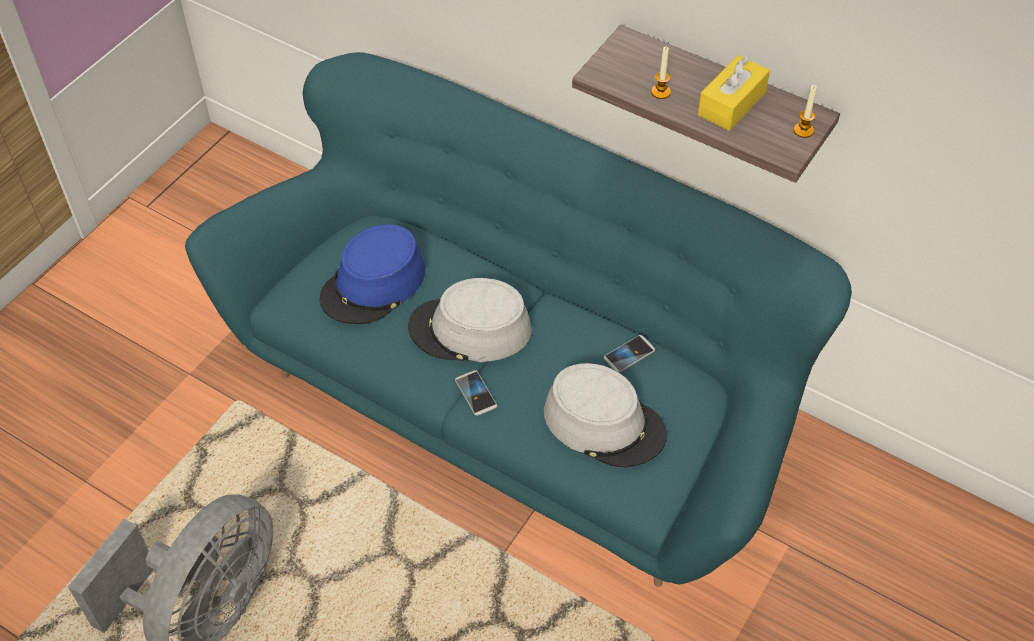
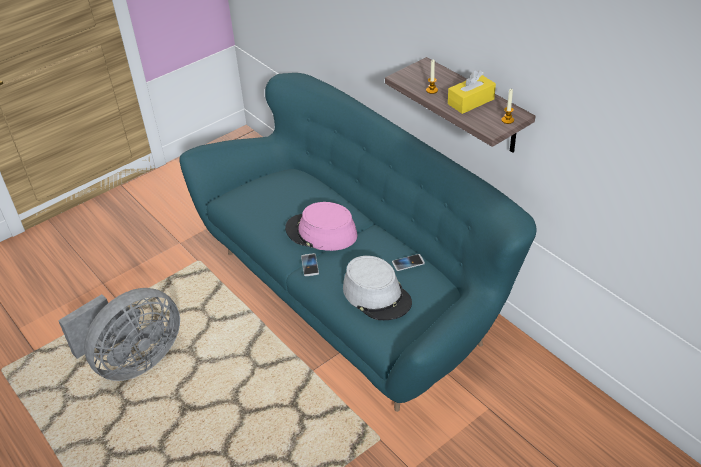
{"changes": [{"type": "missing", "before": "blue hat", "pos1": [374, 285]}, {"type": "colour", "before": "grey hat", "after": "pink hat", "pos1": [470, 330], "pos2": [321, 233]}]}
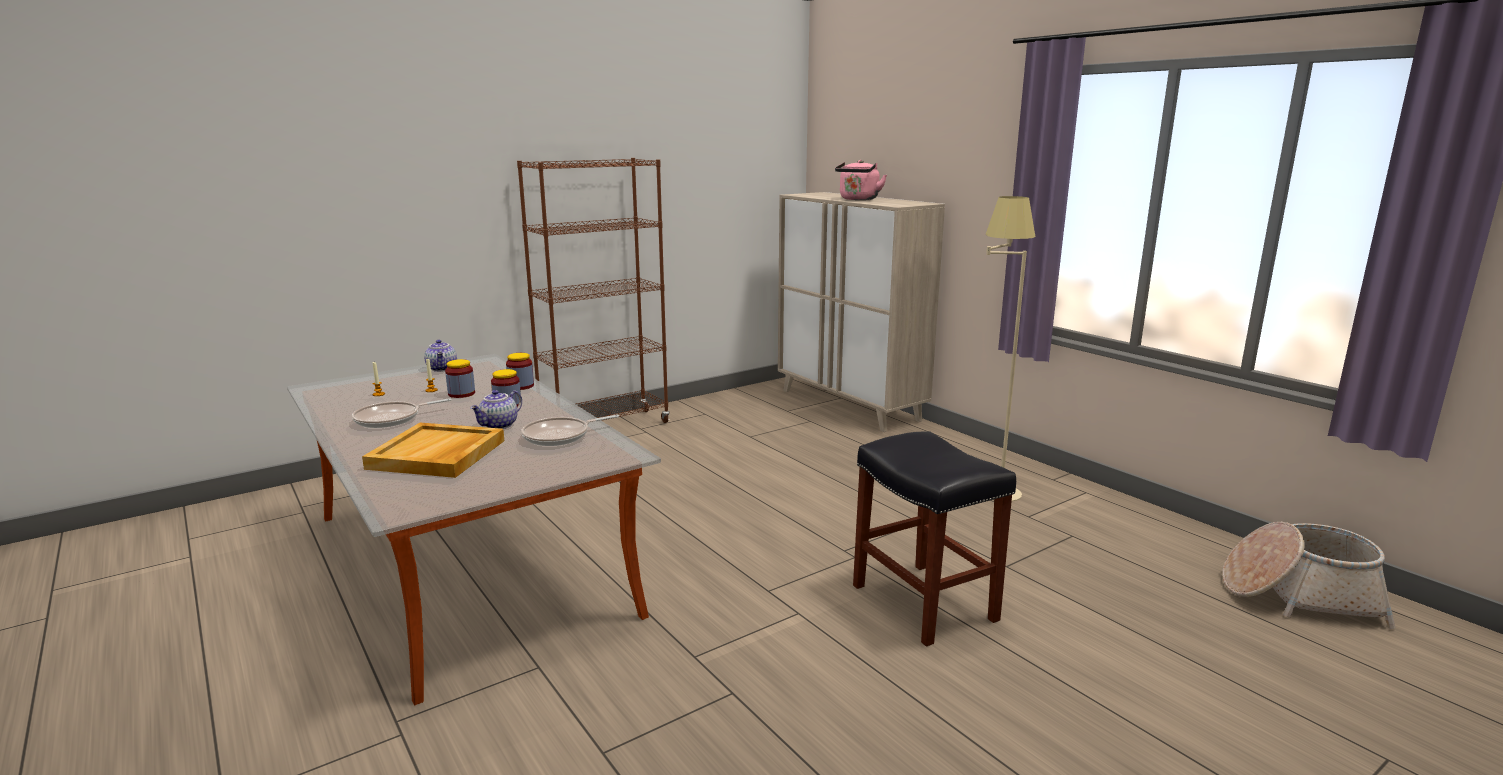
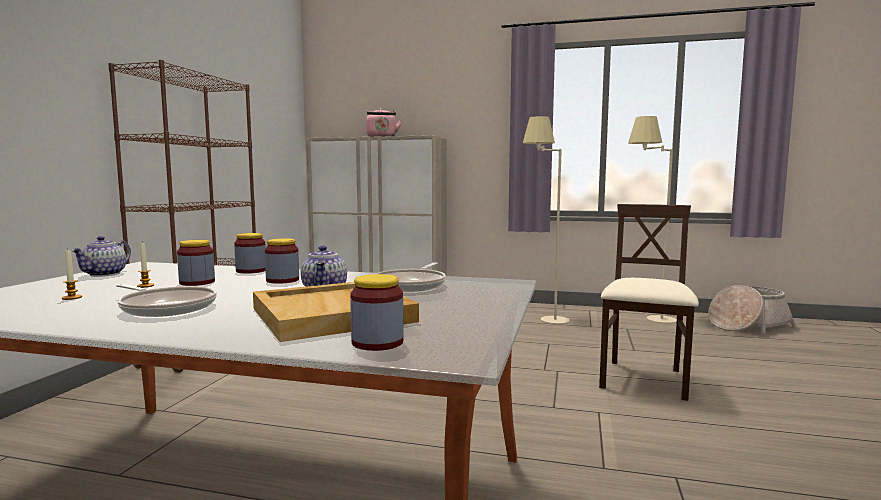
{"changes": [{"type": "spun", "before": "frying pan", "pos1": [391, 419], "pos2": [166, 307], "turn": -75}, {"type": "spun", "before": "teapot", "pos1": [443, 369], "pos2": [105, 274], "turn": 75}, {"type": "exchanged", "before": "black stool", "after": "beige chair", "pos1": [925, 603], "pos2": [643, 380]}, {"type": "appeared", "after": "jar", "pos2": [377, 342]}, {"type": "appeared", "after": "beige floor lamp", "pos2": [647, 318]}]}
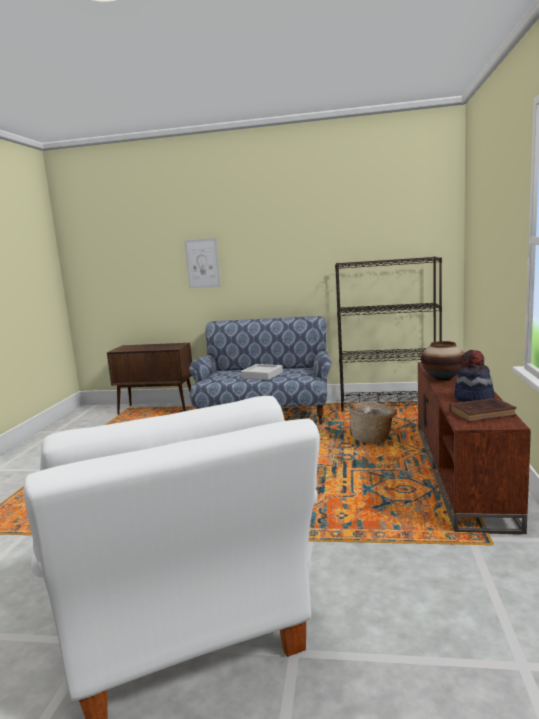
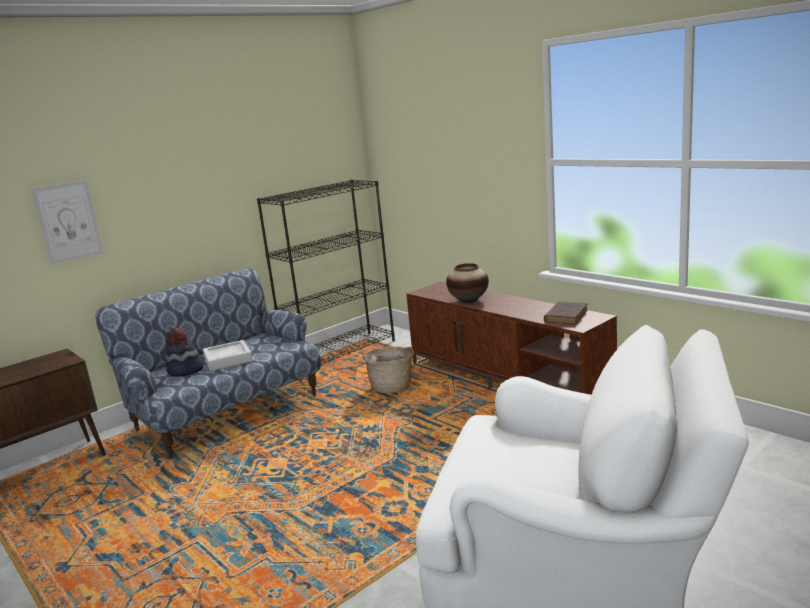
{"changes": [{"type": "relocated", "before": "hat", "pos1": [473, 399], "pos2": [185, 371]}]}
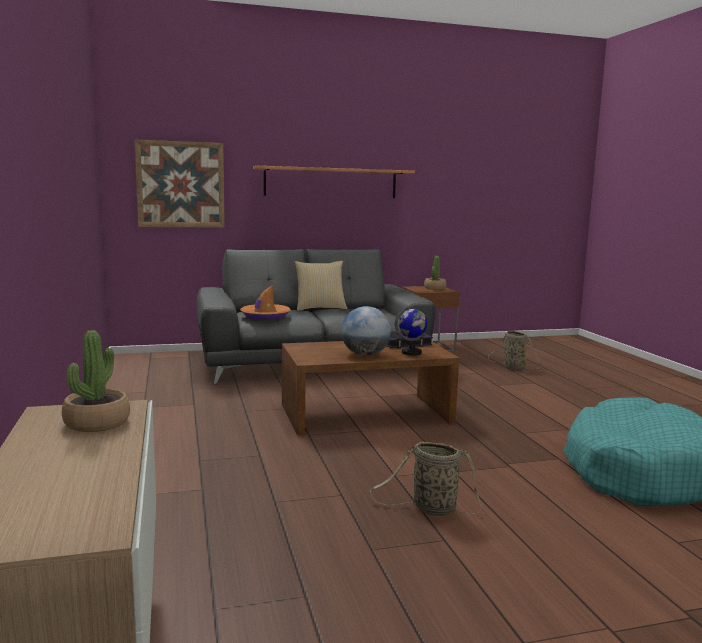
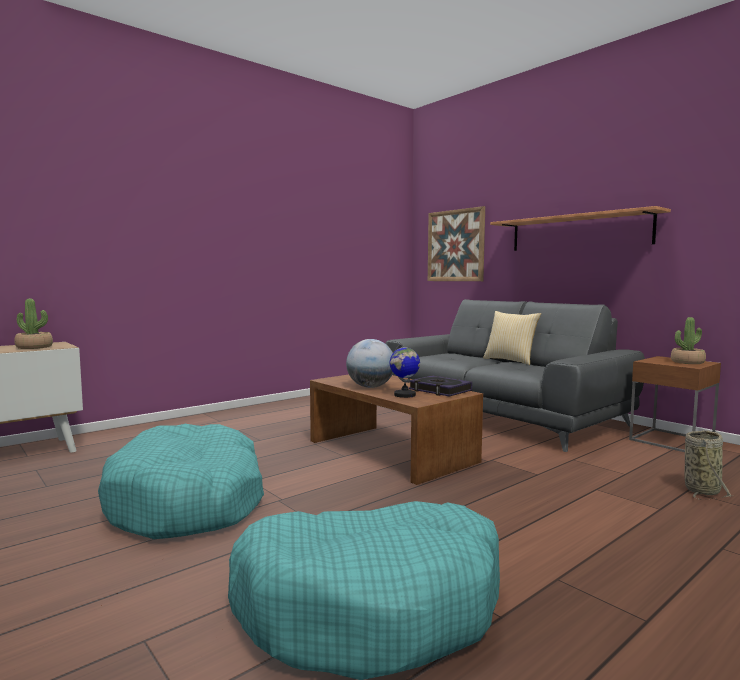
{"changes": [{"type": "missing", "before": "orange hat", "pos1": [265, 316]}, {"type": "exchanged", "before": "basket", "after": "turquoise dog bed", "pos1": [431, 509], "pos2": [188, 501]}]}
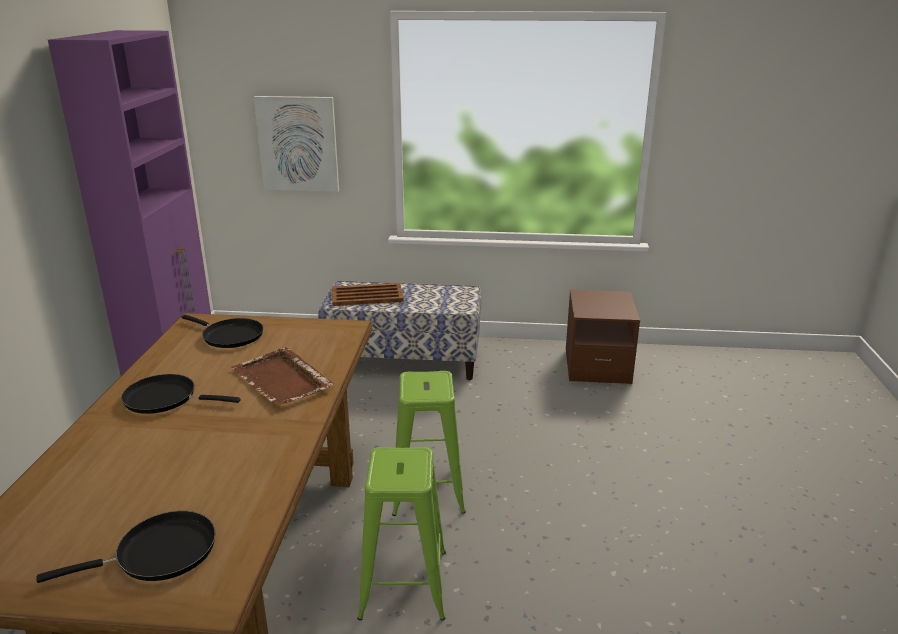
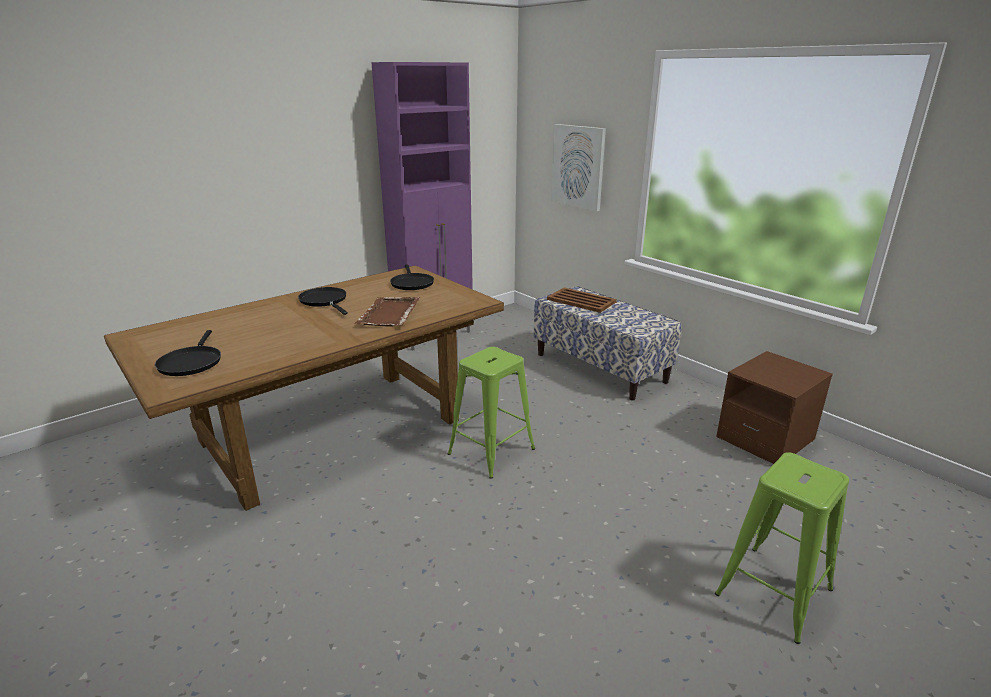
{"changes": [{"type": "spun", "before": "black frying pan", "pos1": [159, 553], "pos2": [191, 362], "turn": 60}, {"type": "relocated", "before": "green stool", "pos1": [404, 583], "pos2": [774, 591]}]}
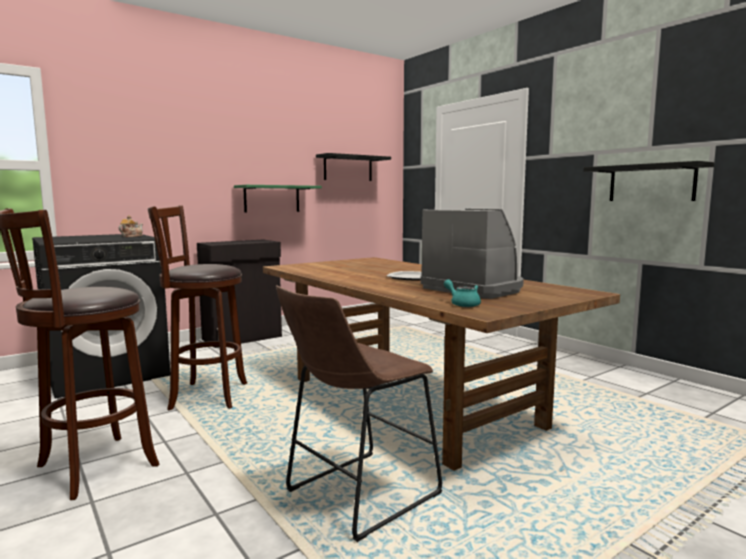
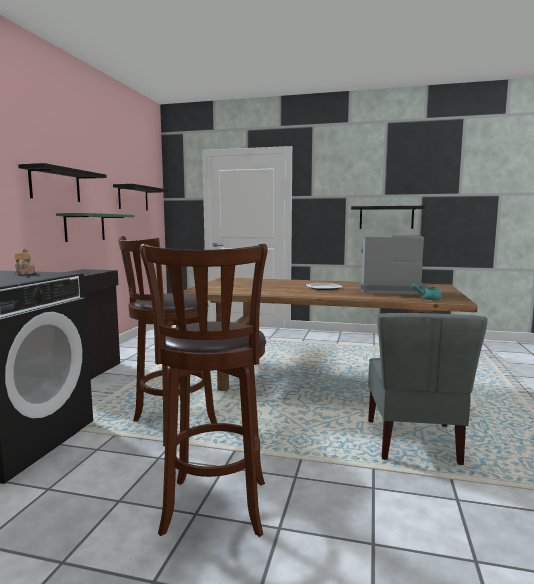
{"changes": [{"type": "exchanged", "before": "brown stool", "after": "grey chair", "pos1": [356, 496], "pos2": [413, 442]}, {"type": "appeared", "after": "black shelf", "pos2": [55, 185]}]}
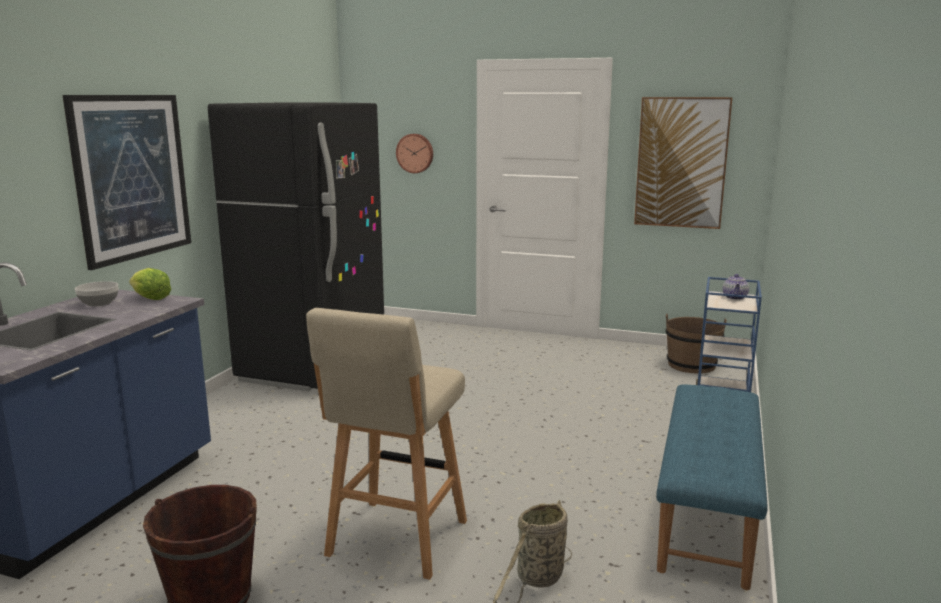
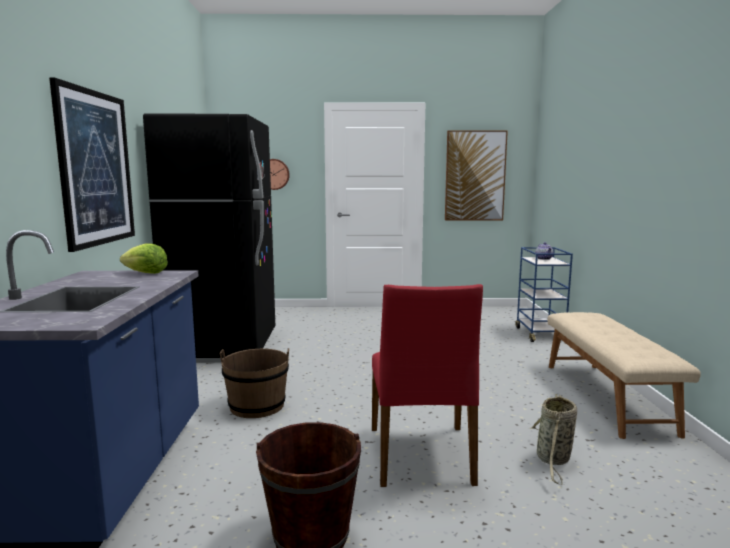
{"changes": [{"type": "missing", "before": "bowl", "pos1": [99, 303]}, {"type": "exchanged", "before": "beige stool", "after": "red chair", "pos1": [395, 541], "pos2": [421, 455]}, {"type": "colour", "before": "blue bench", "after": "beige bench", "pos1": [708, 512], "pos2": [607, 396]}, {"type": "relocated", "before": "brown bucket", "pos1": [691, 365], "pos2": [257, 406]}]}
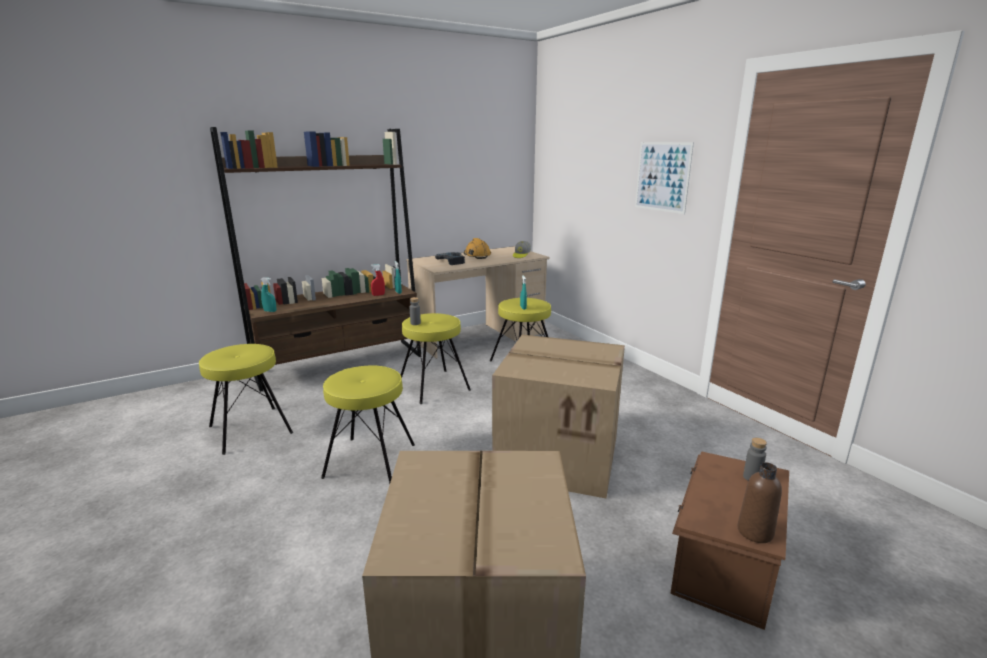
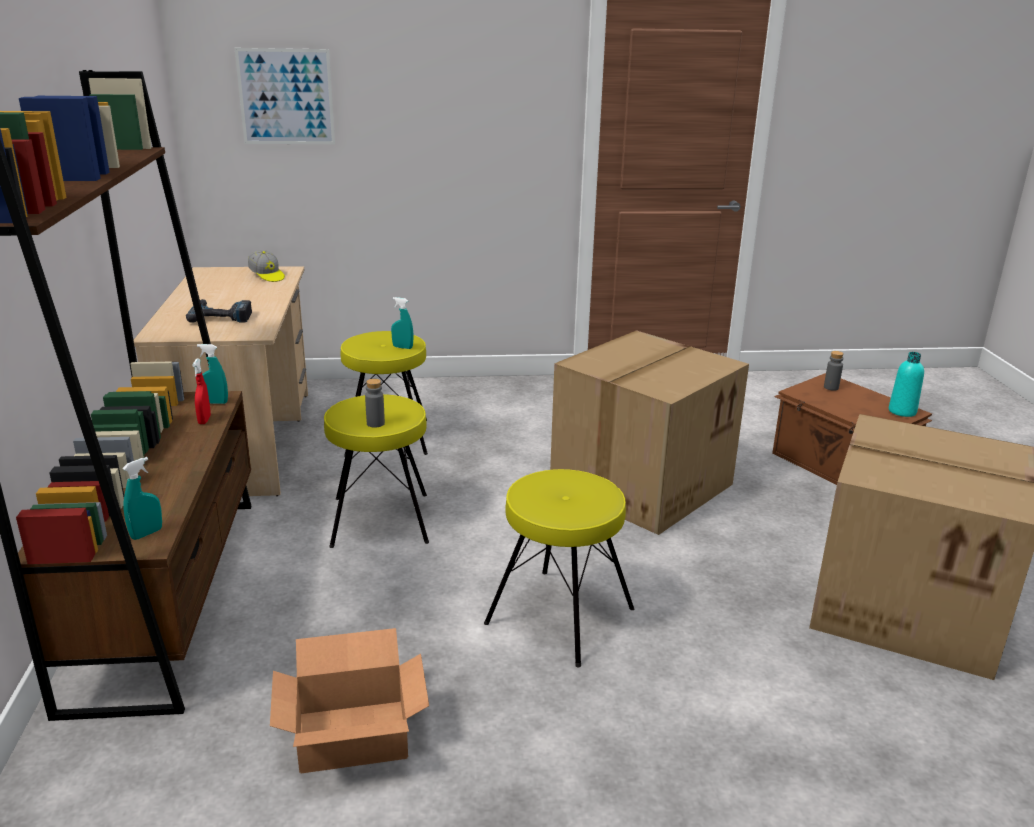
{"changes": [{"type": "exchanged", "before": "yellow stool", "after": "cardboard box", "pos1": [251, 429], "pos2": [351, 734]}, {"type": "missing", "before": "orange hard hat", "pos1": [477, 255]}, {"type": "relocated", "before": "picture", "pos1": [662, 177], "pos2": [286, 97]}, {"type": "colour", "before": "brown bottle", "after": "turquoise bottle", "pos1": [755, 532], "pos2": [902, 411]}]}
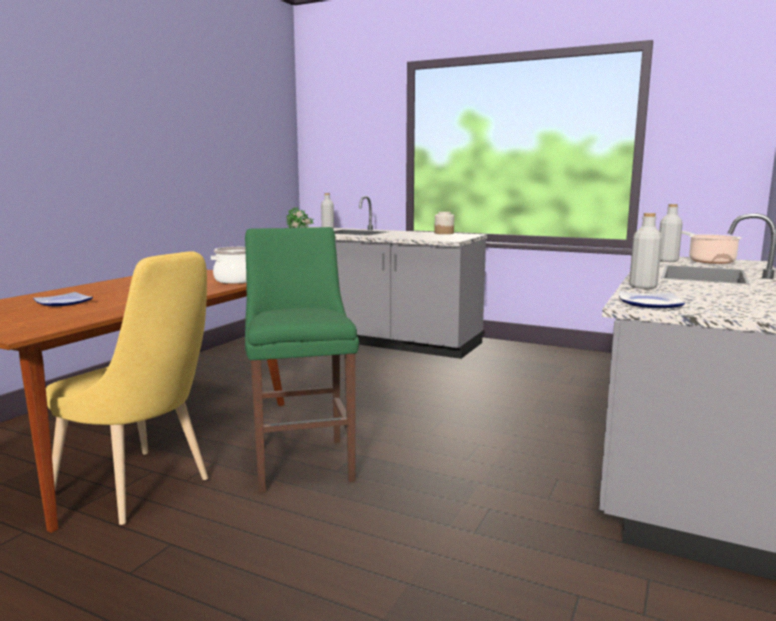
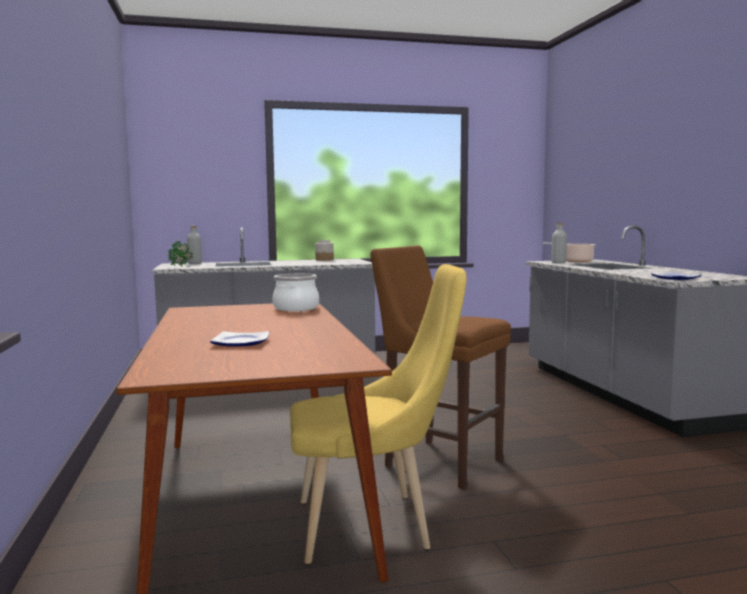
{"changes": [{"type": "colour", "before": "green stool", "after": "brown stool", "pos1": [303, 461], "pos2": [439, 461]}, {"type": "missing", "before": "grey bottle", "pos1": [643, 287]}]}
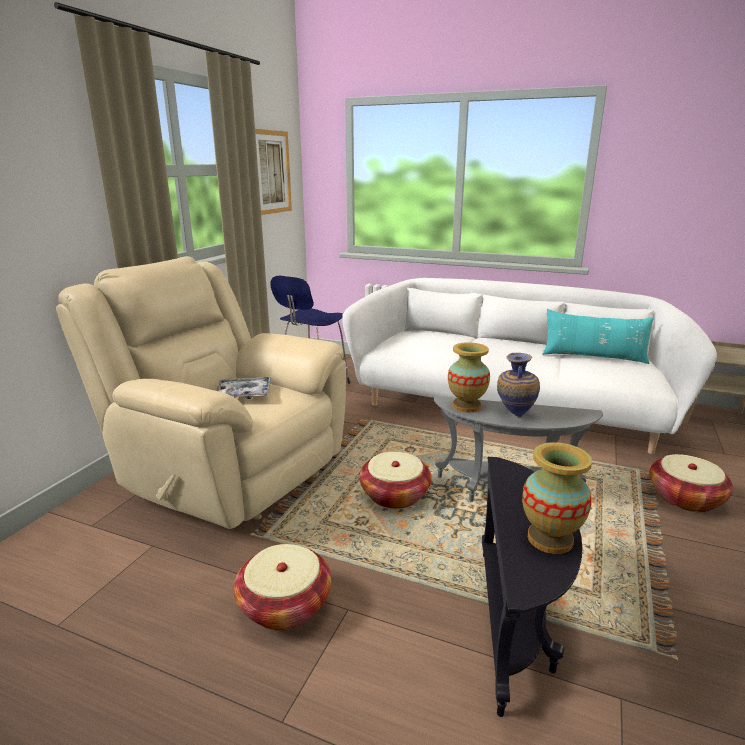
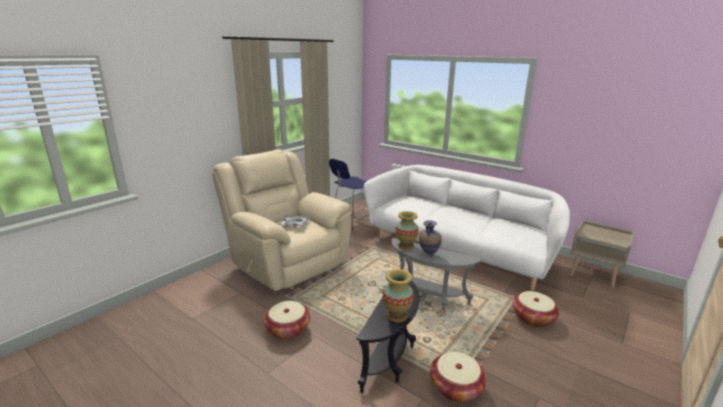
{"changes": [{"type": "missing", "before": "picture", "pos1": [271, 172]}, {"type": "relocated", "before": "basket", "pos1": [395, 495], "pos2": [456, 387]}, {"type": "missing", "before": "turquoise pillow", "pos1": [593, 357]}]}
